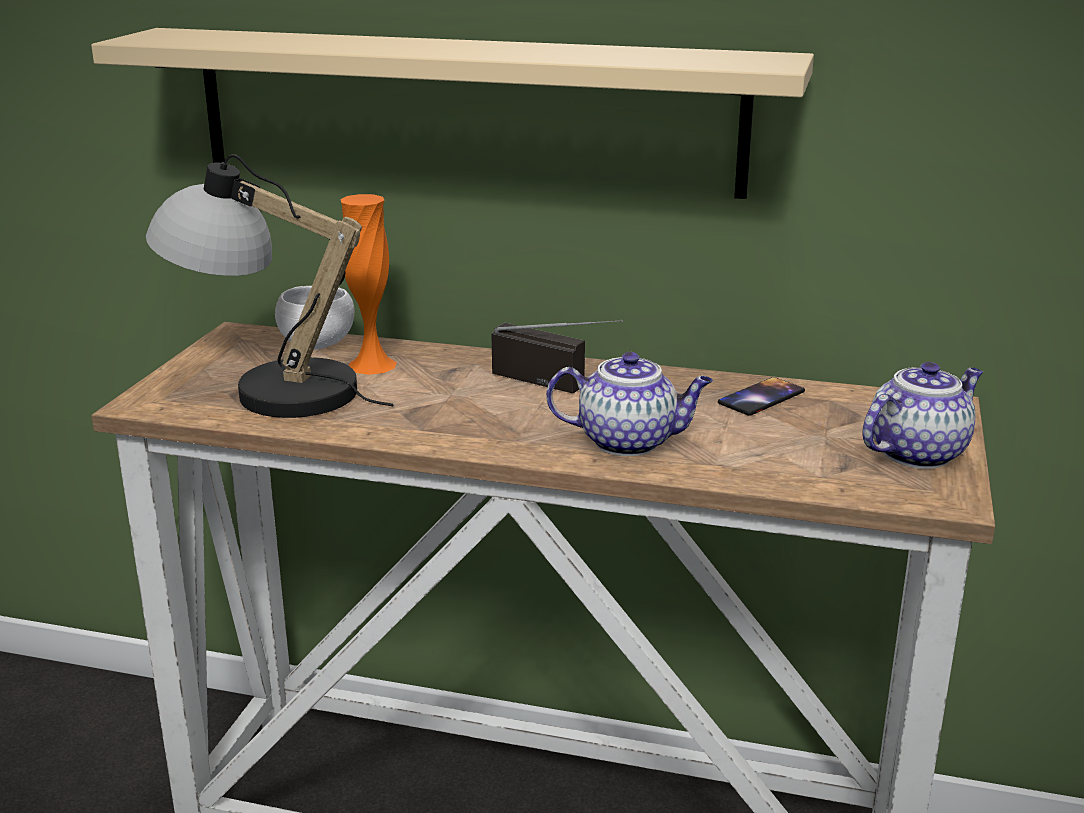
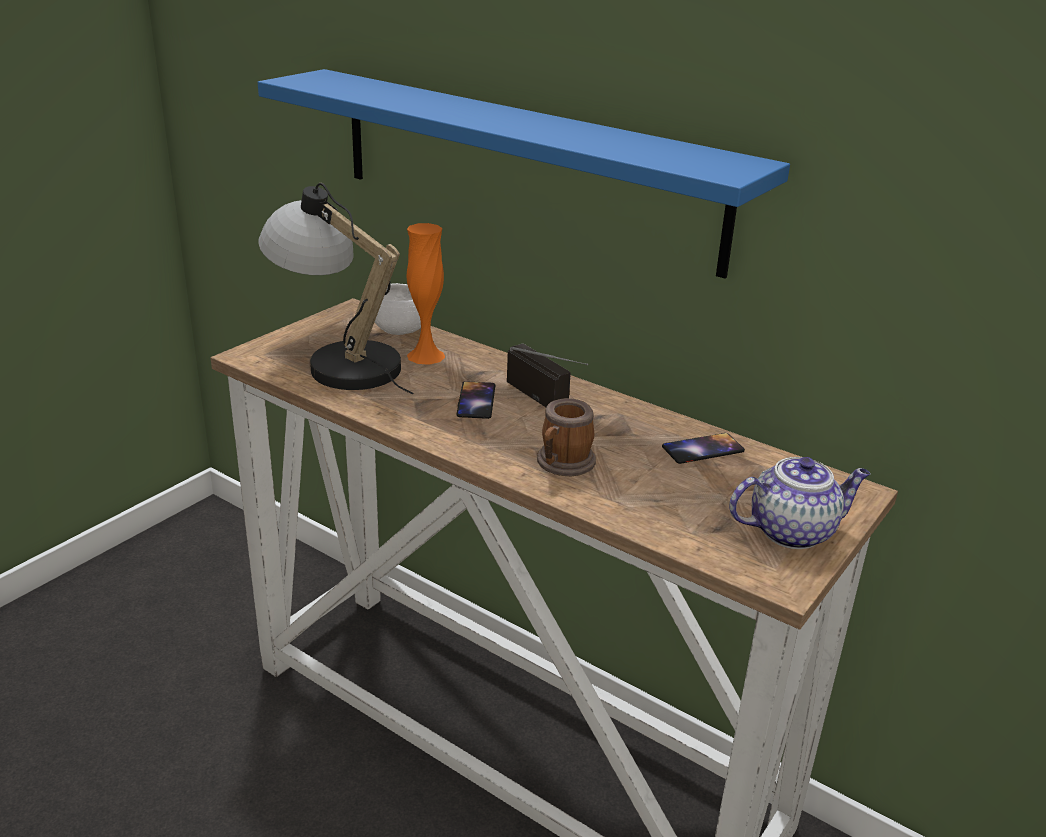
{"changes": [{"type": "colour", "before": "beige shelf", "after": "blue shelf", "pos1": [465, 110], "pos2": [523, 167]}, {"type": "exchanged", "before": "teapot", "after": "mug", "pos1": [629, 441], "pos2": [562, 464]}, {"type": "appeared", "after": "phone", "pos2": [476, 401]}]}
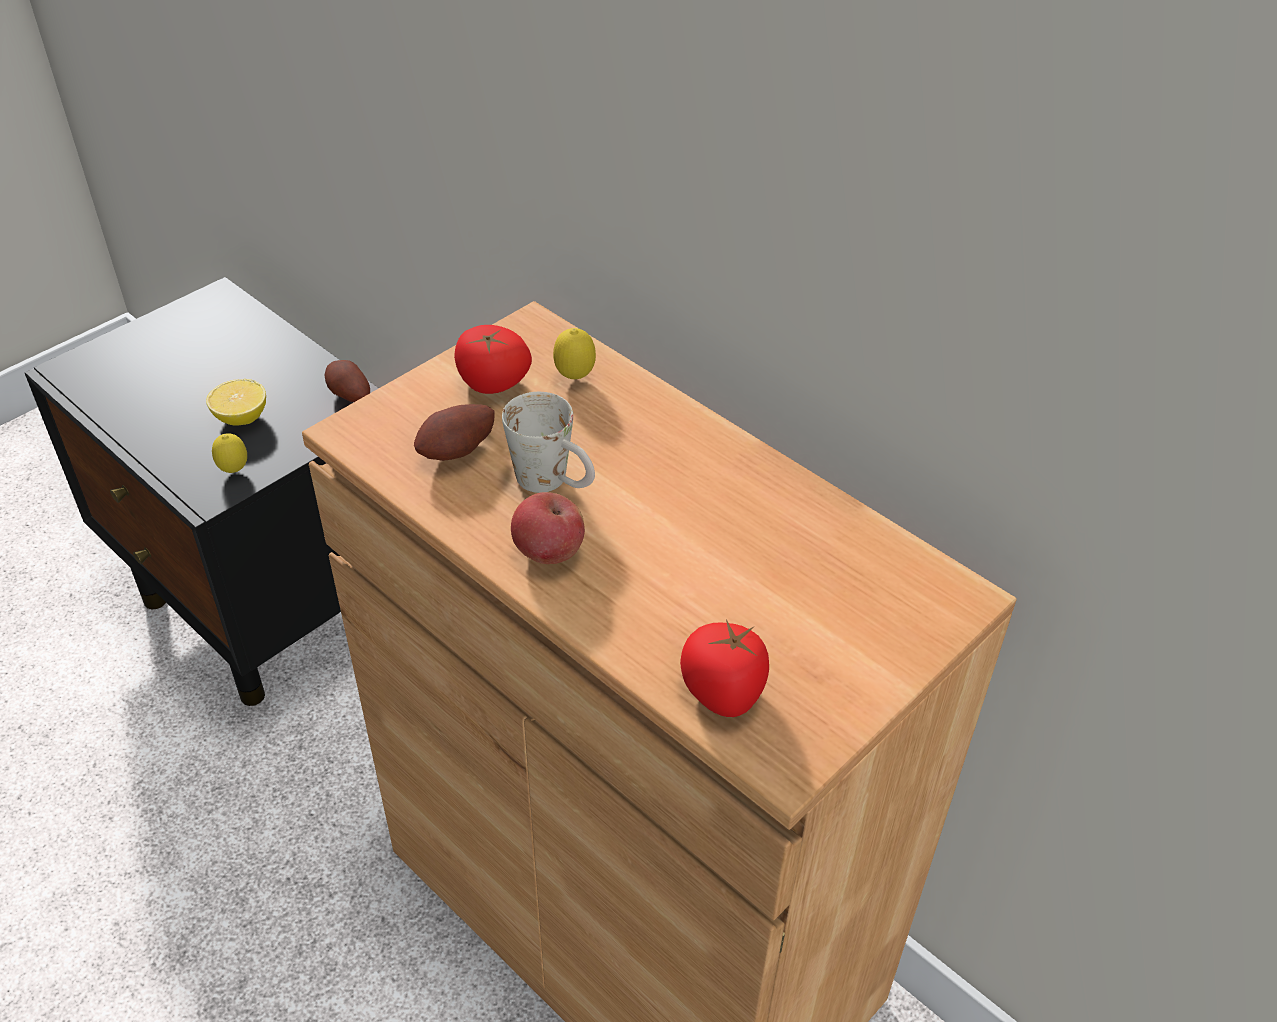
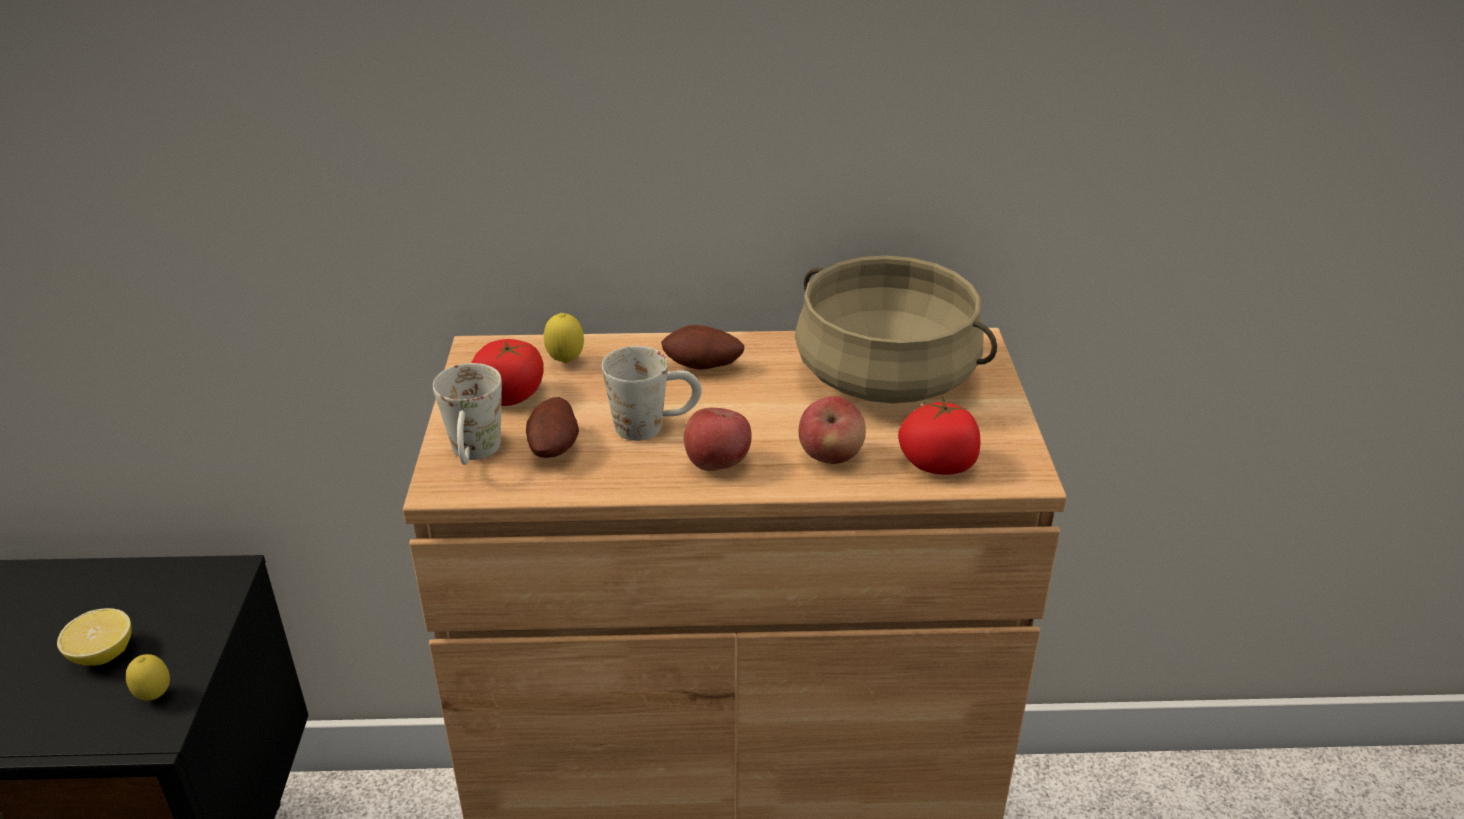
{"changes": [{"type": "relocated", "before": "potato", "pos1": [349, 396], "pos2": [702, 368]}, {"type": "appeared", "after": "white mug", "pos2": [474, 456]}, {"type": "appeared", "after": "beige cooking pot", "pos2": [887, 378]}, {"type": "appeared", "after": "apple", "pos2": [830, 456]}]}
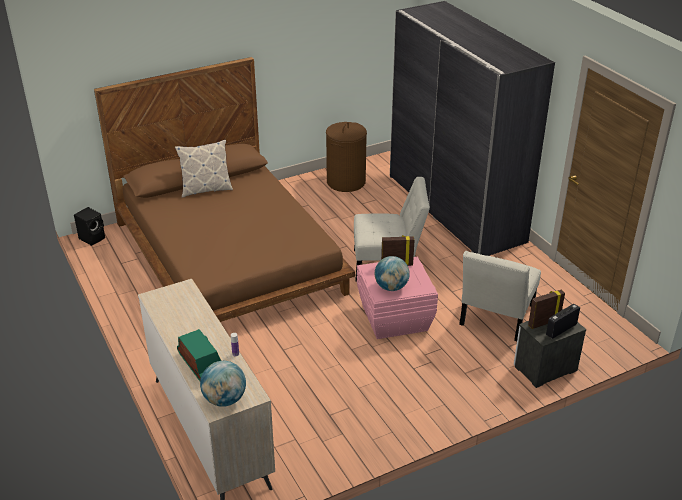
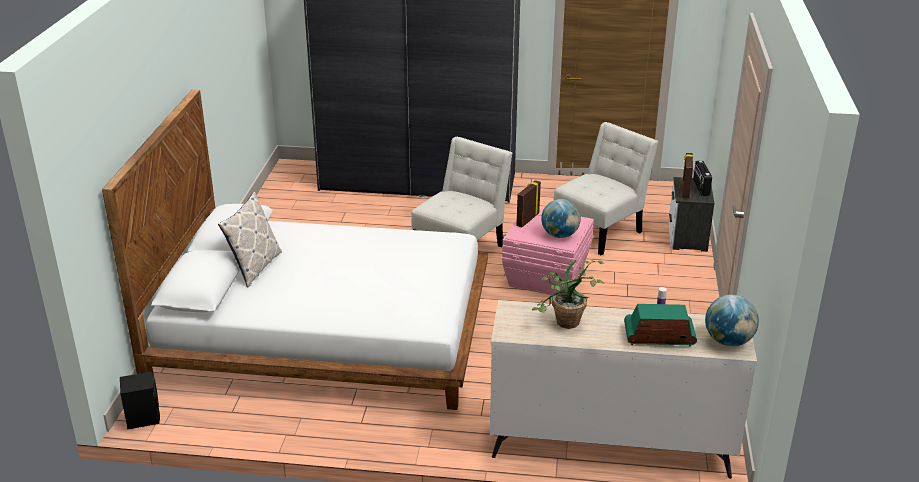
{"changes": [{"type": "colour", "before": "brown bed", "after": "white bed", "pos1": [230, 257], "pos2": [326, 331]}, {"type": "missing", "before": "brown laundry basket", "pos1": [346, 182]}, {"type": "spun", "before": "white chair", "pos1": [495, 318], "pos2": [601, 231], "turn": -105}, {"type": "appeared", "after": "potted plant", "pos2": [565, 326]}]}
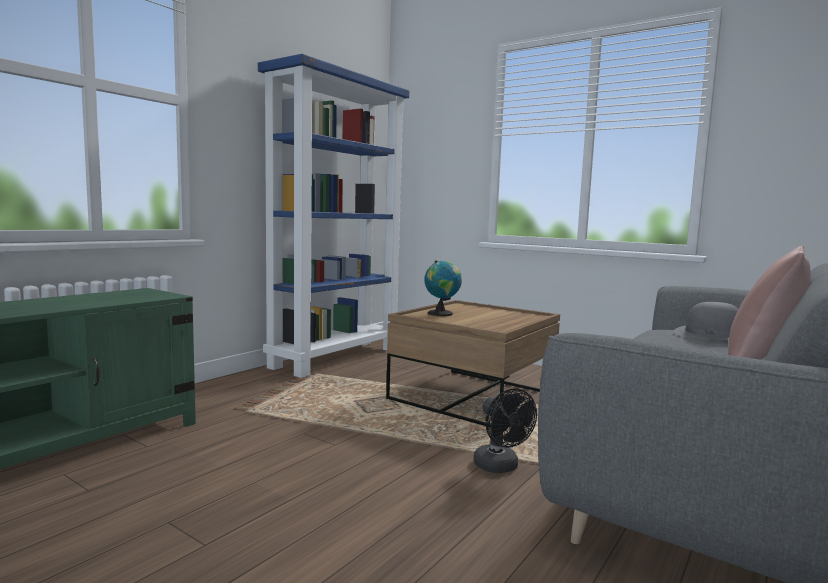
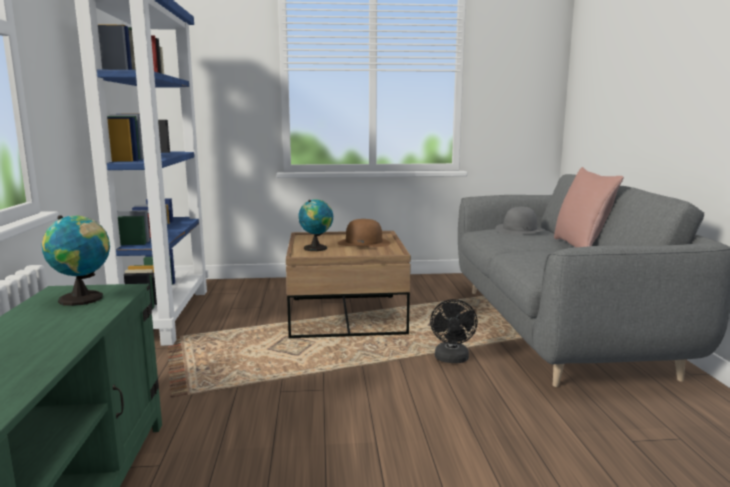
{"changes": [{"type": "spun", "before": "black fan", "pos1": [500, 467], "pos2": [452, 359], "turn": 75}, {"type": "appeared", "after": "globe", "pos2": [84, 298]}, {"type": "appeared", "after": "brown hat", "pos2": [364, 243]}]}
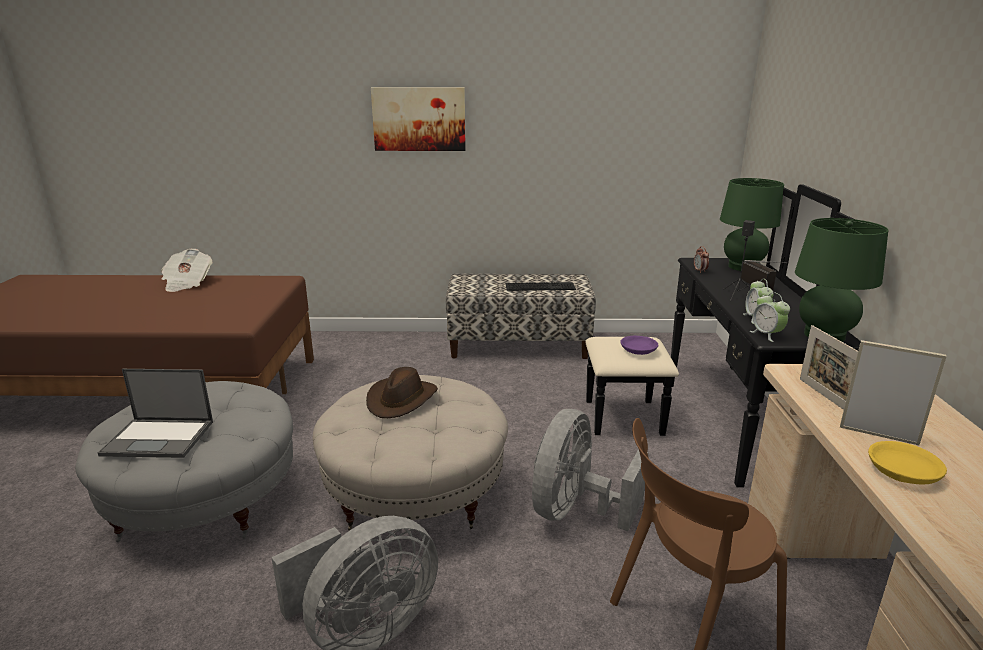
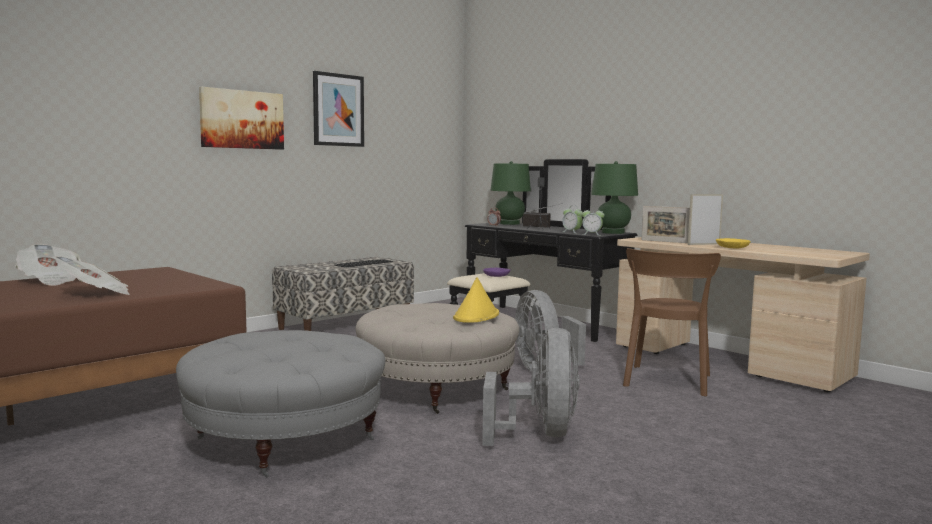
{"changes": [{"type": "missing", "before": "laptop", "pos1": [160, 438]}, {"type": "missing", "before": "brown hat", "pos1": [402, 400]}, {"type": "appeared", "after": "newspaper", "pos2": [96, 294]}, {"type": "appeared", "after": "picture", "pos2": [338, 110]}, {"type": "appeared", "after": "yellow hat", "pos2": [476, 316]}]}
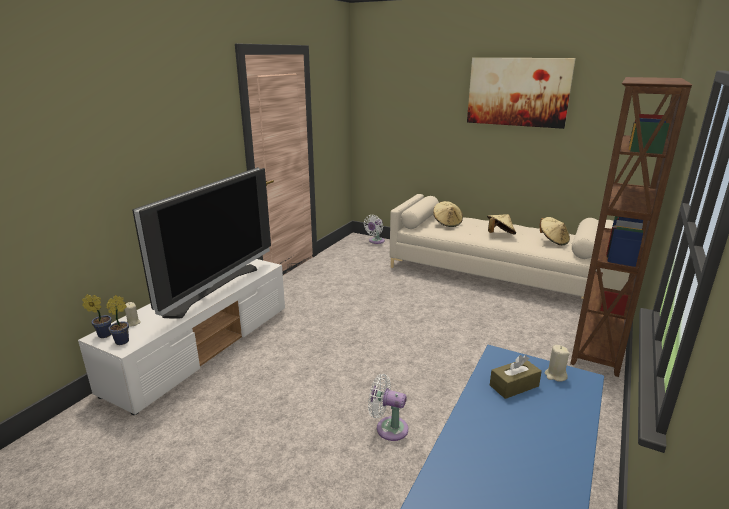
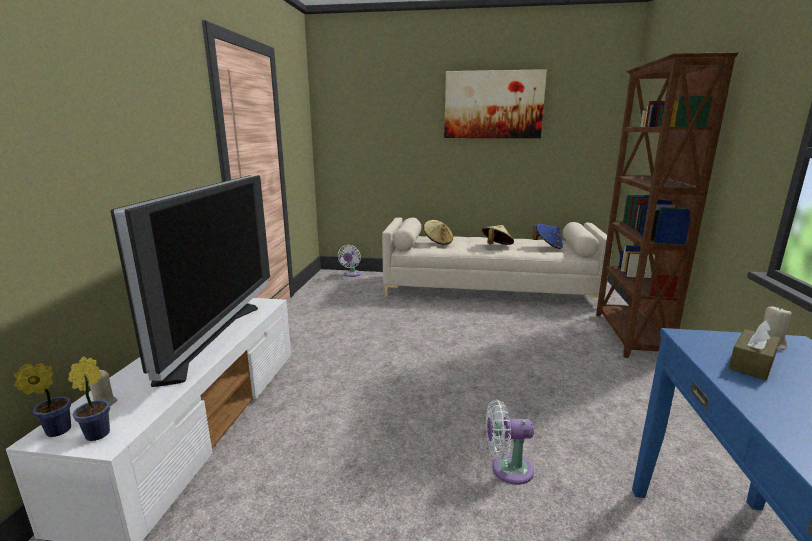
{"changes": [{"type": "colour", "before": "beige hat", "after": "blue hat", "pos1": [553, 241], "pos2": [548, 246]}]}
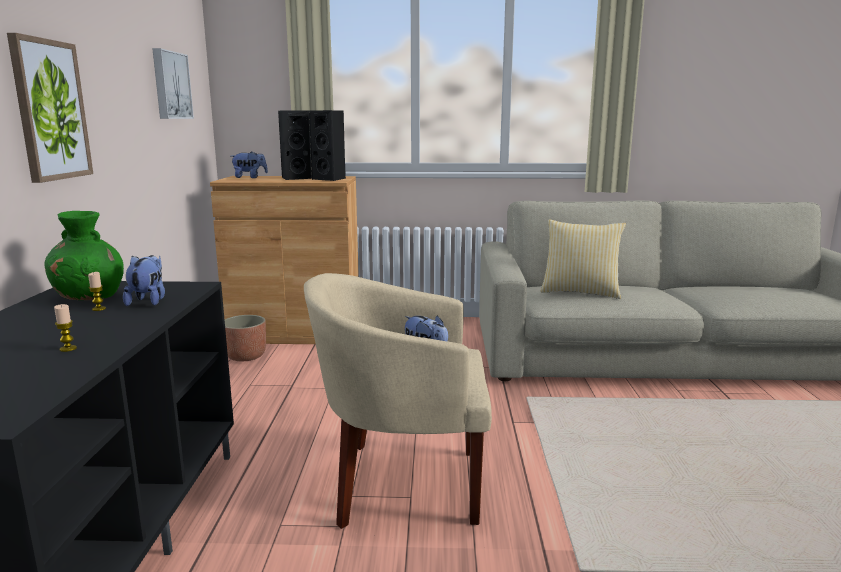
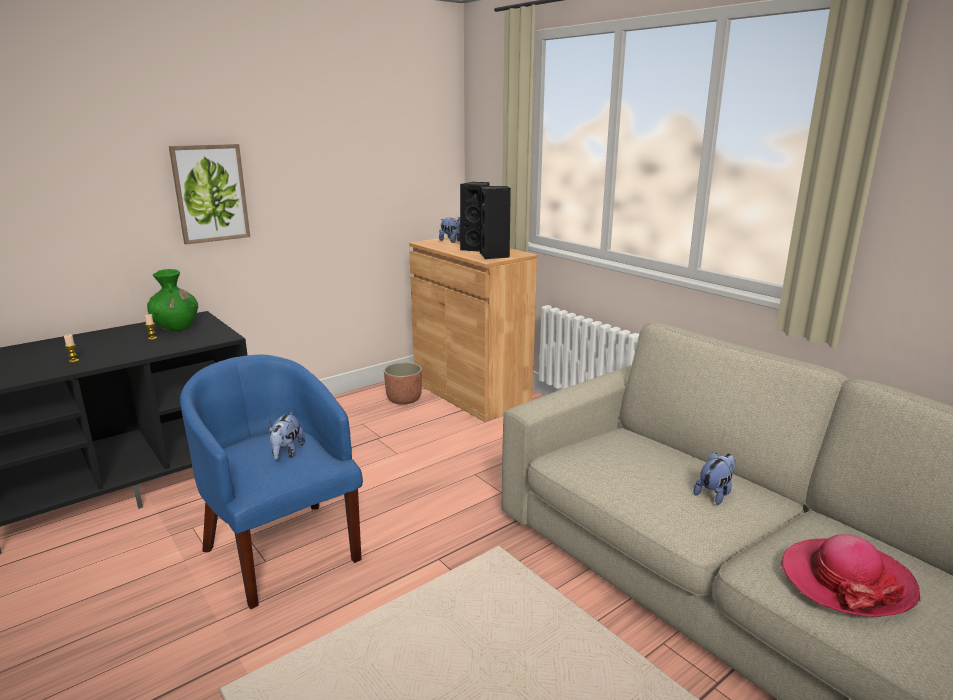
{"changes": [{"type": "relocated", "before": "plush toy", "pos1": [148, 301], "pos2": [715, 493]}, {"type": "missing", "before": "picture", "pos1": [170, 85]}, {"type": "colour", "before": "beige armchair", "after": "blue armchair", "pos1": [402, 483], "pos2": [281, 549]}, {"type": "missing", "before": "pillow", "pos1": [580, 292]}, {"type": "appeared", "after": "hat", "pos2": [846, 580]}]}
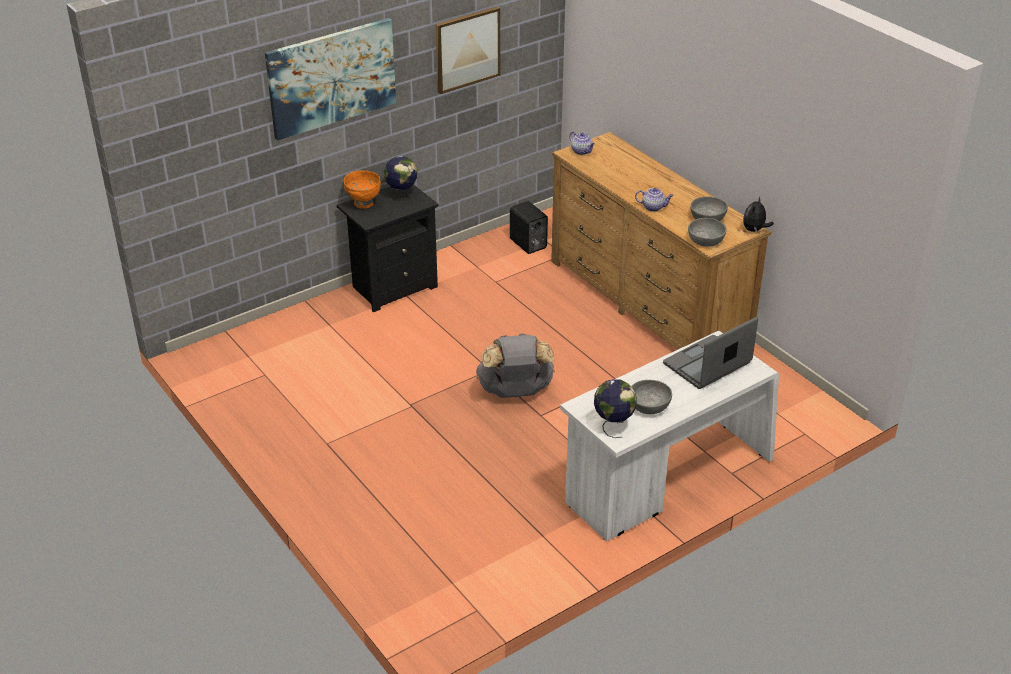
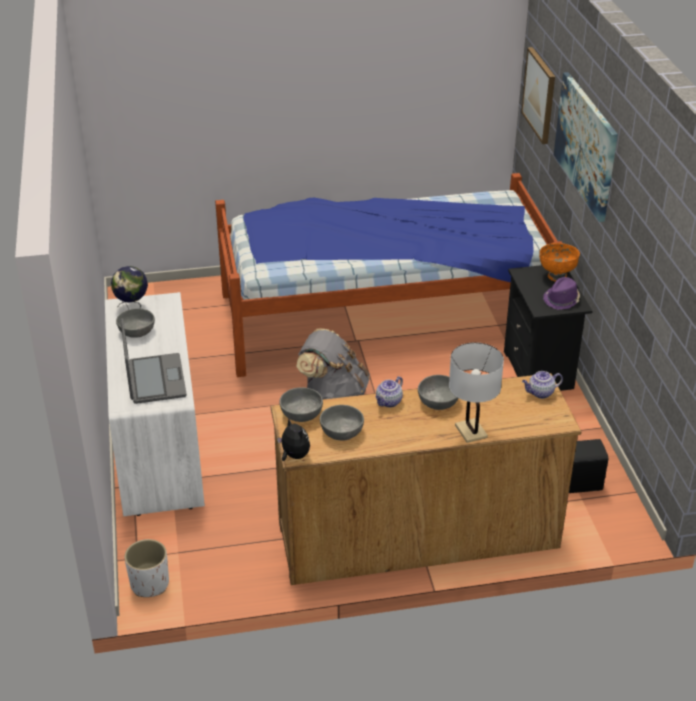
{"changes": [{"type": "exchanged", "before": "globe", "after": "purple hat", "pos1": [402, 195], "pos2": [562, 300]}, {"type": "relocated", "before": "picture", "pos1": [467, 49], "pos2": [540, 95]}, {"type": "appeared", "after": "white planter", "pos2": [150, 584]}, {"type": "appeared", "after": "bed", "pos2": [382, 316]}, {"type": "appeared", "after": "grey bowl", "pos2": [438, 401]}, {"type": "appeared", "after": "white table lamp", "pos2": [471, 431]}]}
